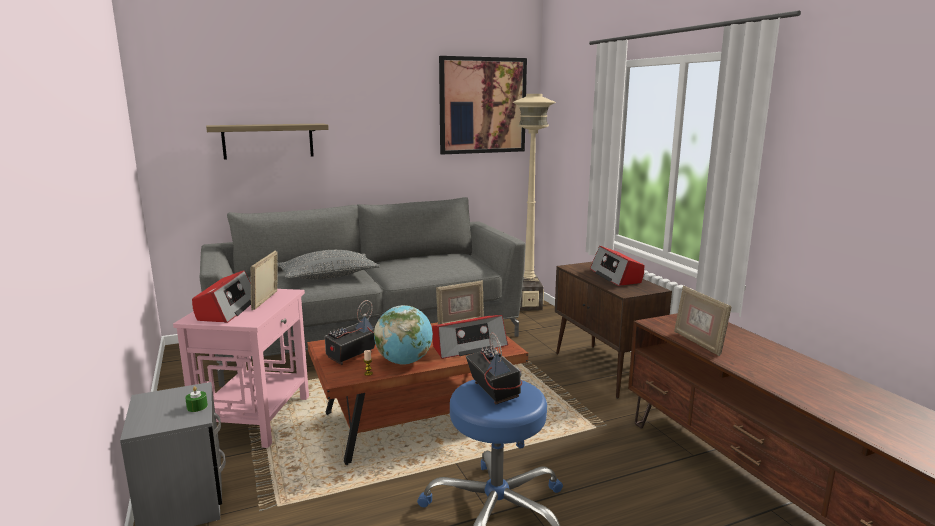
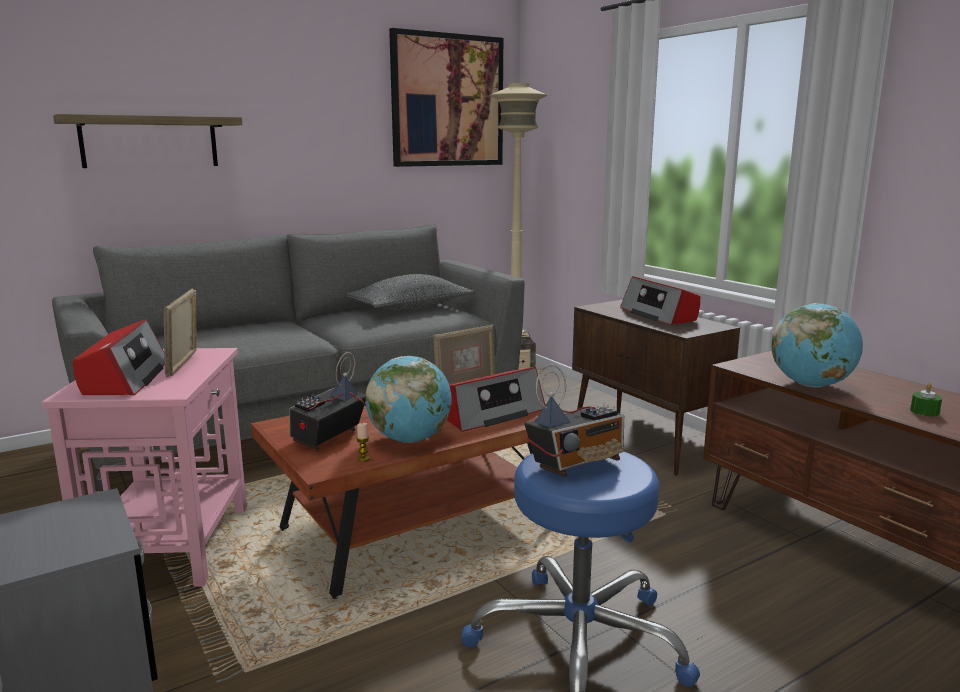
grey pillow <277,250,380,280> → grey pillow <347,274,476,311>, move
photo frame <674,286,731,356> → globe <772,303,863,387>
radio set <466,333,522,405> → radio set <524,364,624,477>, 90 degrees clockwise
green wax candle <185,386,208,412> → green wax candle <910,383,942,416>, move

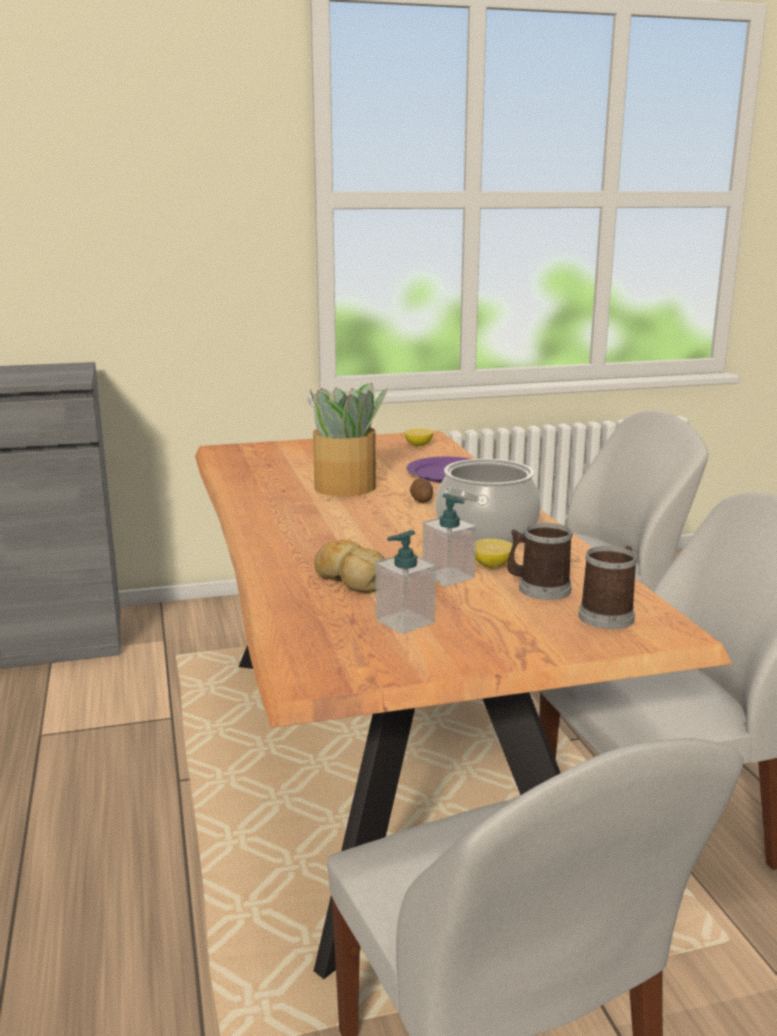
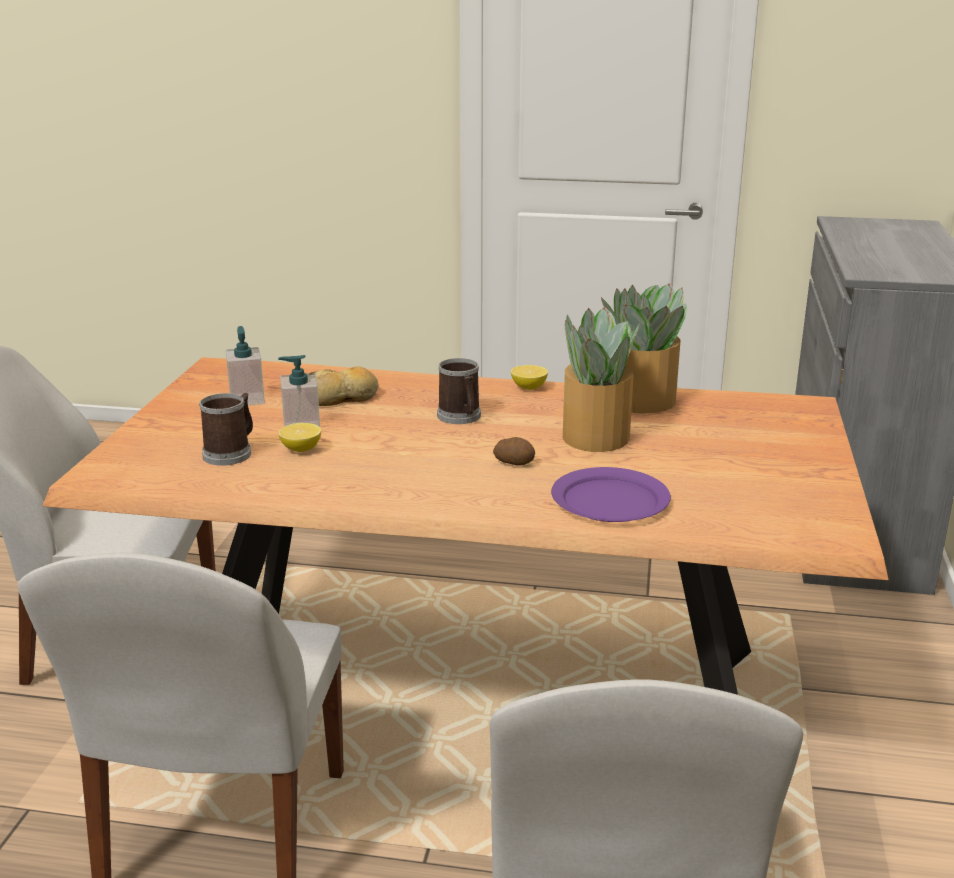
lemon <404,428,434,446> → lemon <511,365,548,390>, move
cooking pot <435,459,541,543> → -
mug <578,546,637,629> → mug <437,358,481,424>, move
- → potted plant <601,284,687,413>

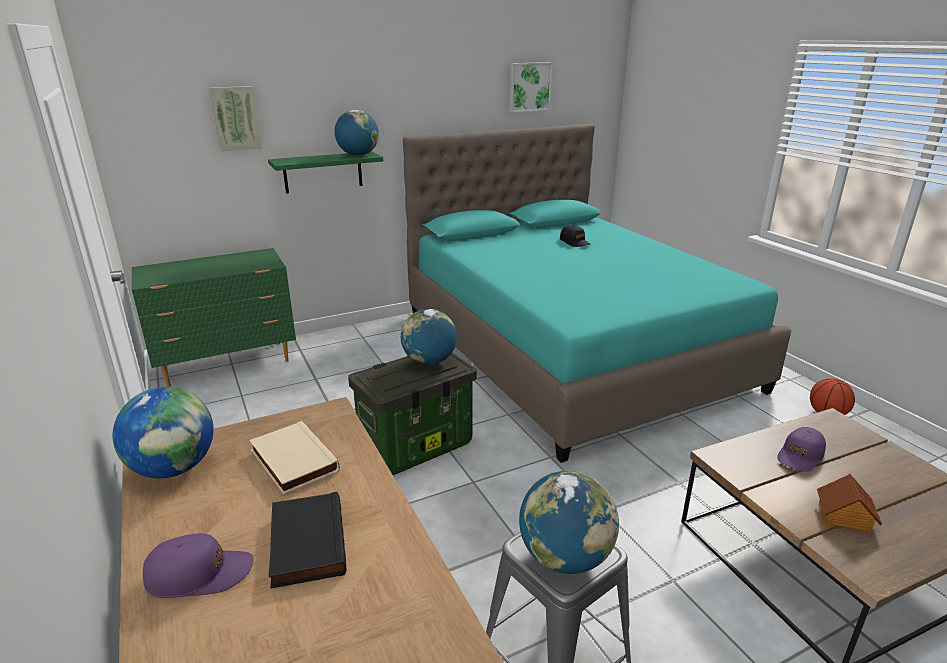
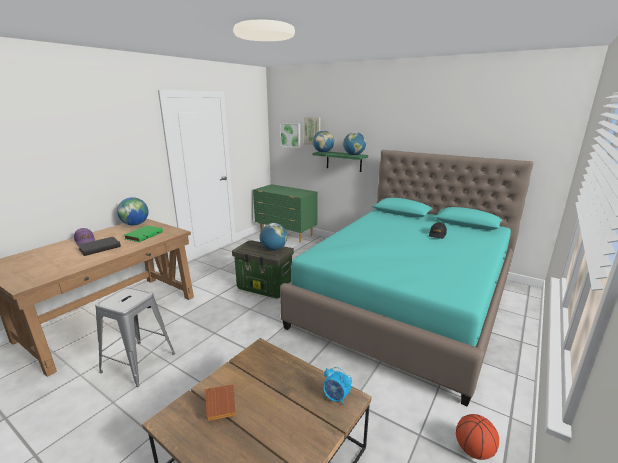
wall art <509,62,552,112> → wall art <280,123,300,148>, move
sand-coloured book <250,421,340,495> → green book <124,225,163,242>
purple-coloured baseball cap <777,427,826,472> → -
globe <519,471,619,574> → globe <313,130,334,153>, move
- → alarm clock <323,367,352,405>

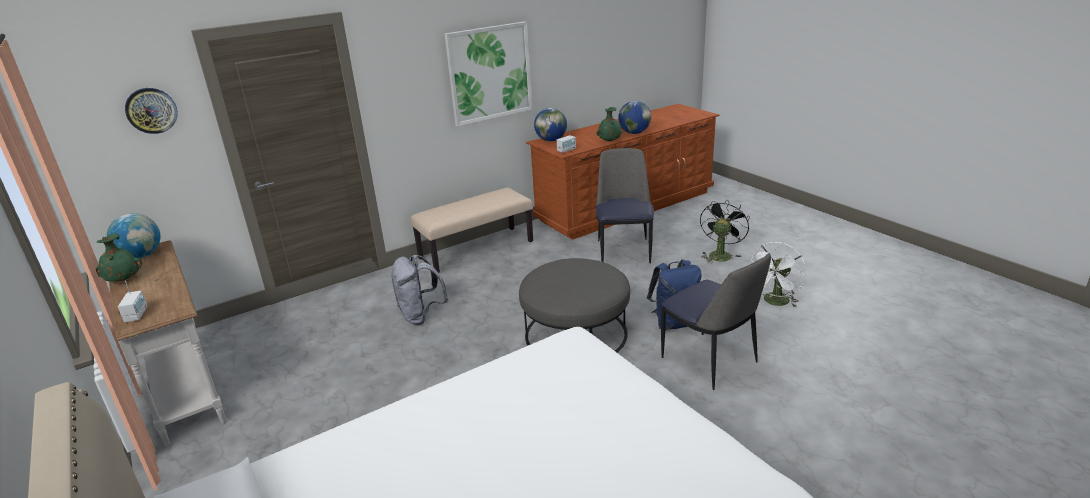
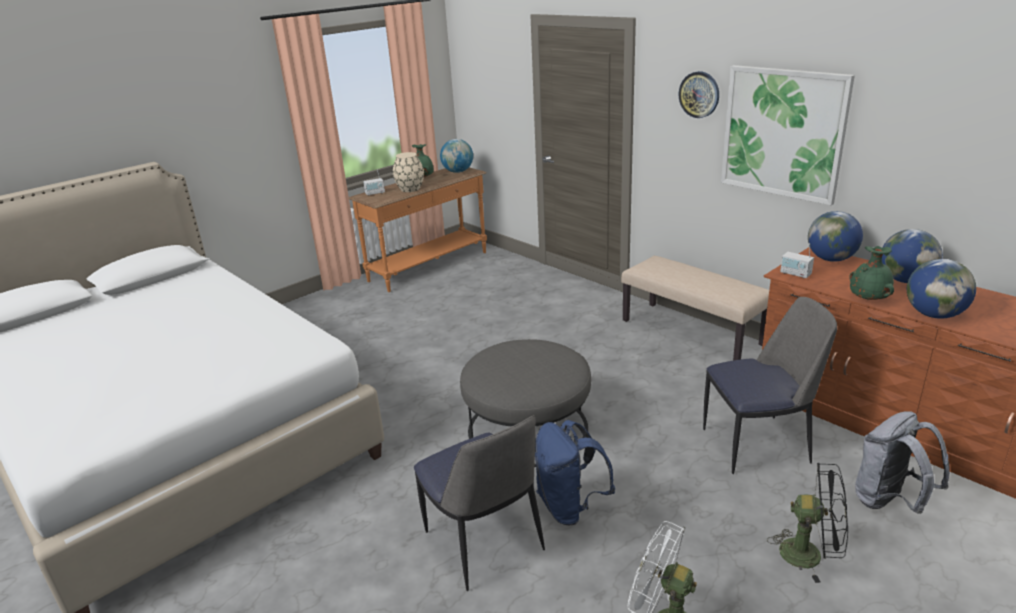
clock on the wall <125,88,178,134> → clock on the wall <679,71,719,118>, move
white-coloured console table <109,241,226,446> → orangey console table <349,167,487,292>
chair <661,253,771,390> → chair <414,415,545,591>, 75 degrees counterclockwise
grey rucksack <391,255,448,325> → grey rucksack <855,411,949,514>, move
- → sand-coloured flower vase <393,152,424,192>
- → globe <882,229,943,283>

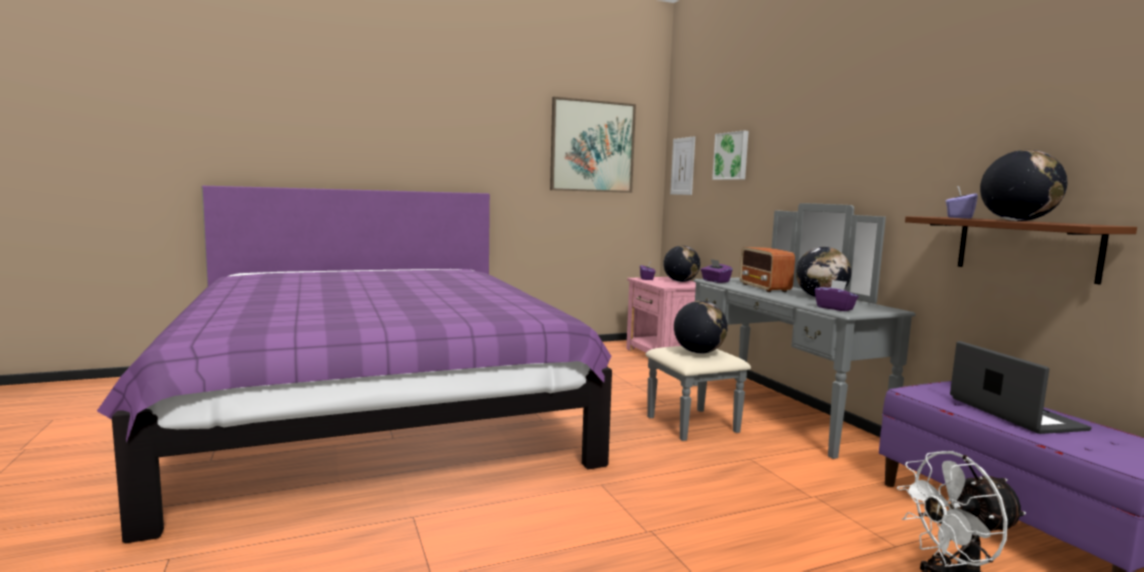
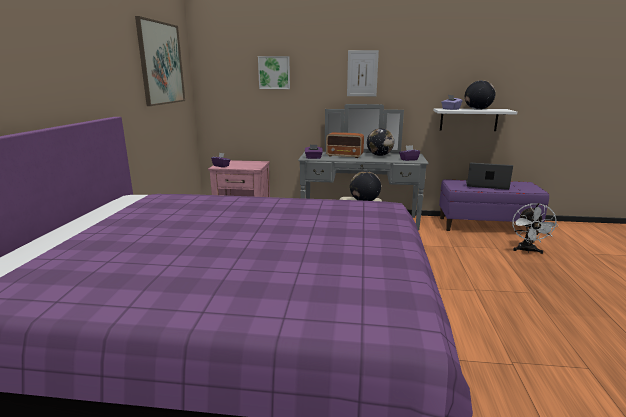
wall art <670,136,695,195> → wall art <347,50,379,96>, move
brownish shelf <905,216,1137,284> → white-coloured shelf <433,108,517,131>
globe <663,246,700,282> → -

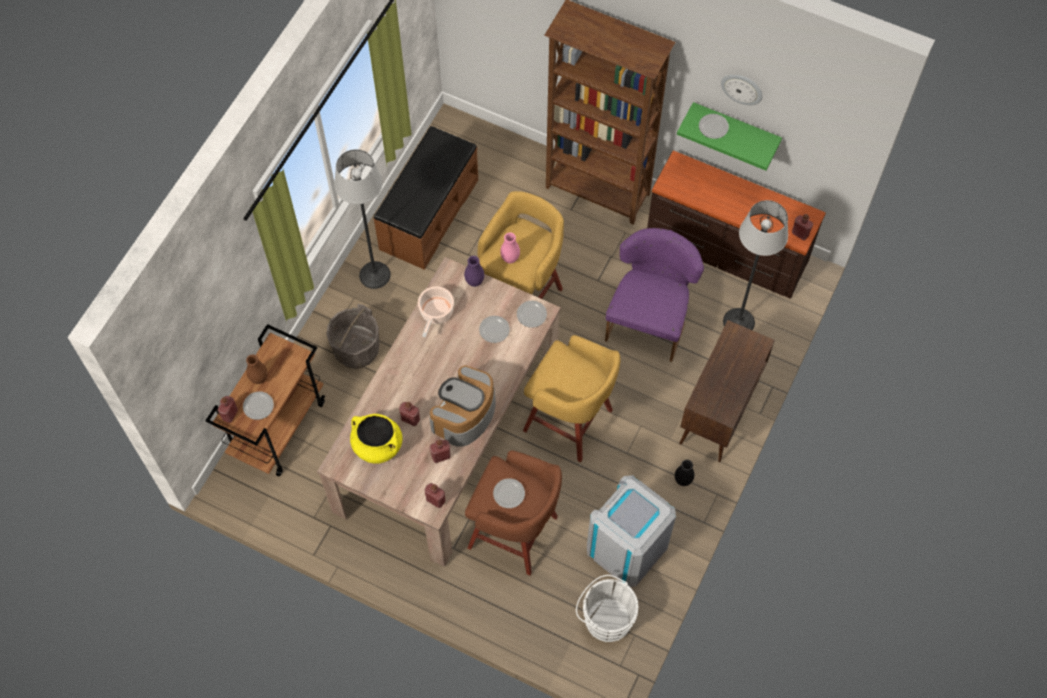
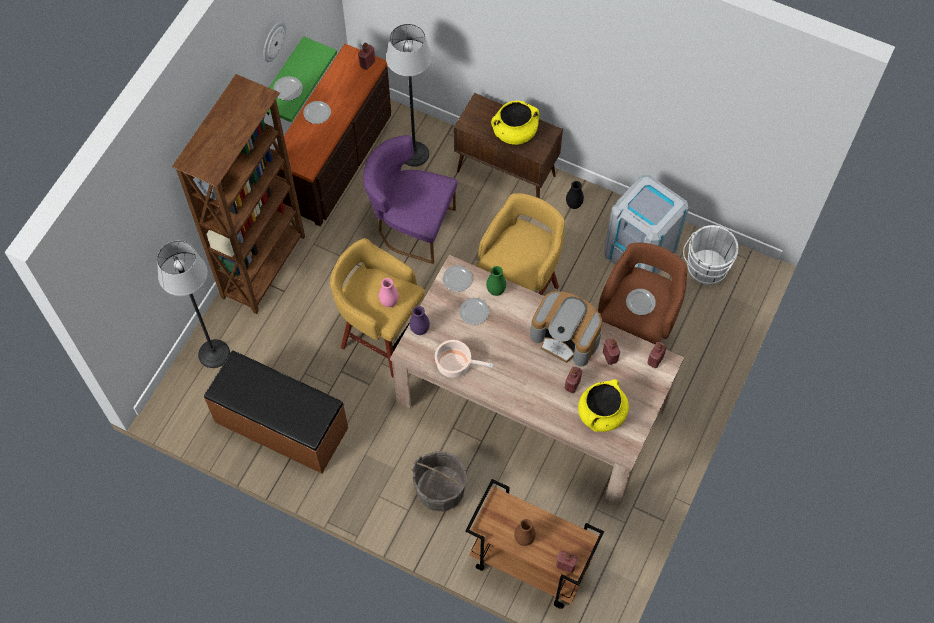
floor lamp <334,149,391,289> → floor lamp <157,241,230,368>, move
dinner plate <243,391,274,420> → dinner plate <303,101,331,124>, move
- → yellow cooking pot <491,101,539,145>
- → green flower vase <486,266,506,296>

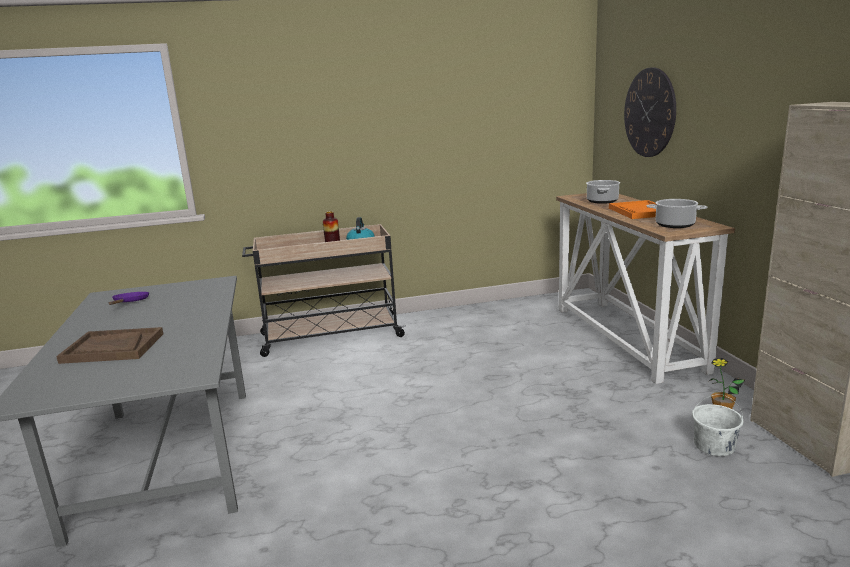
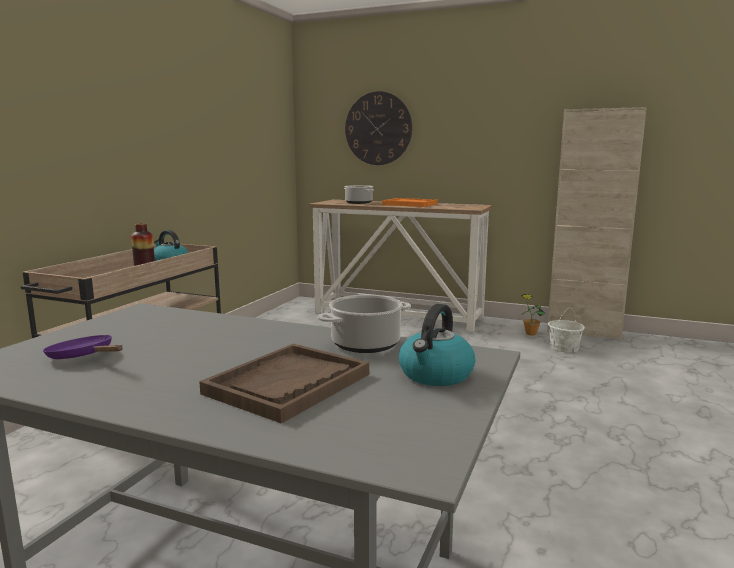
cooking pot <646,199,707,228> → cooking pot <317,295,411,353>, move
- → kettle <399,304,475,386>

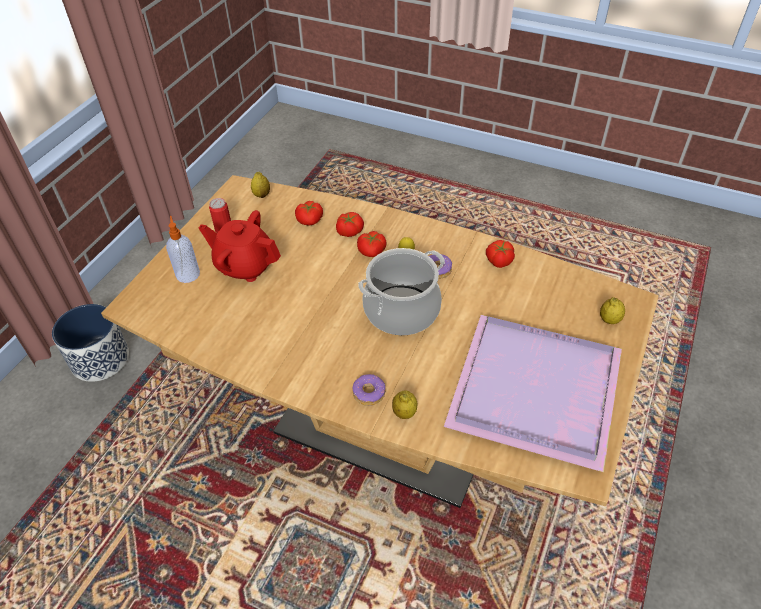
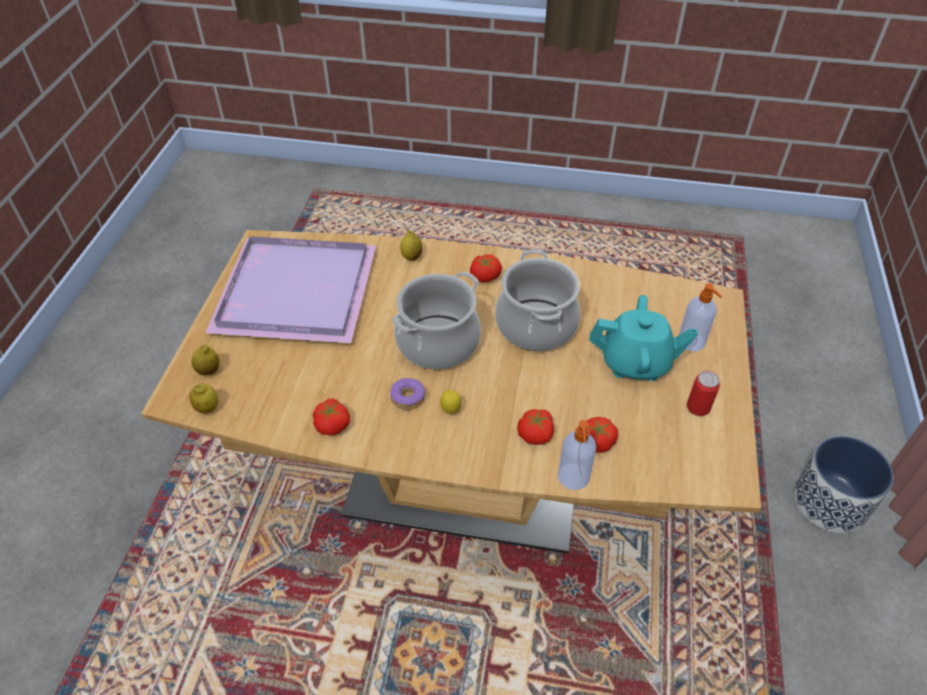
lemon <251,172,270,198> → lemon <189,383,218,414>, move
red-coloured tea pot <199,210,281,282> → turquoise-coloured tea pot <589,295,698,381>
whole tomato <357,231,387,257> → whole tomato <470,254,502,282>, move
donut <353,374,386,406> → -
- → cooking pot <495,249,581,351>
- → soap dispenser <558,420,596,490>

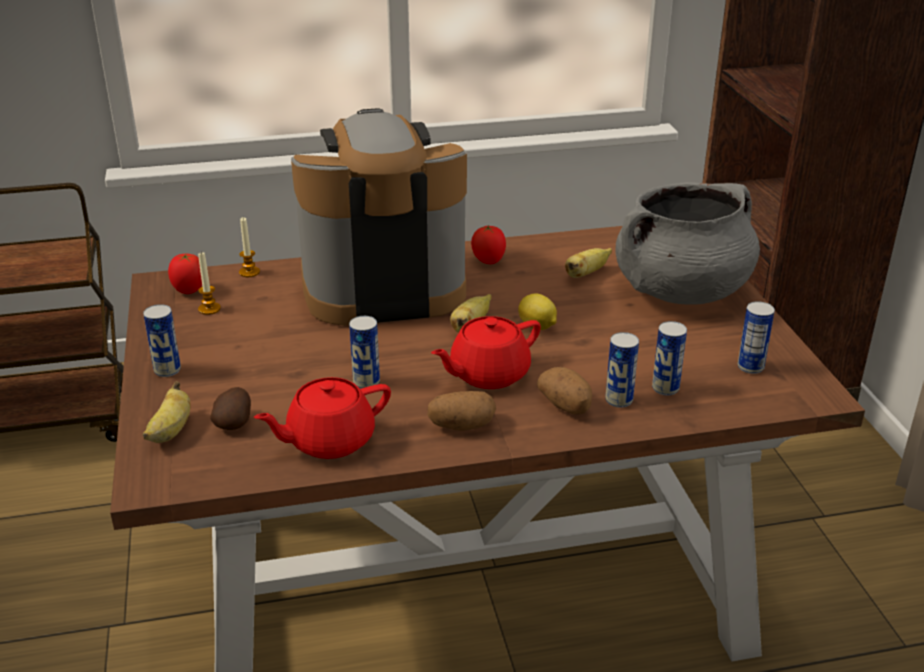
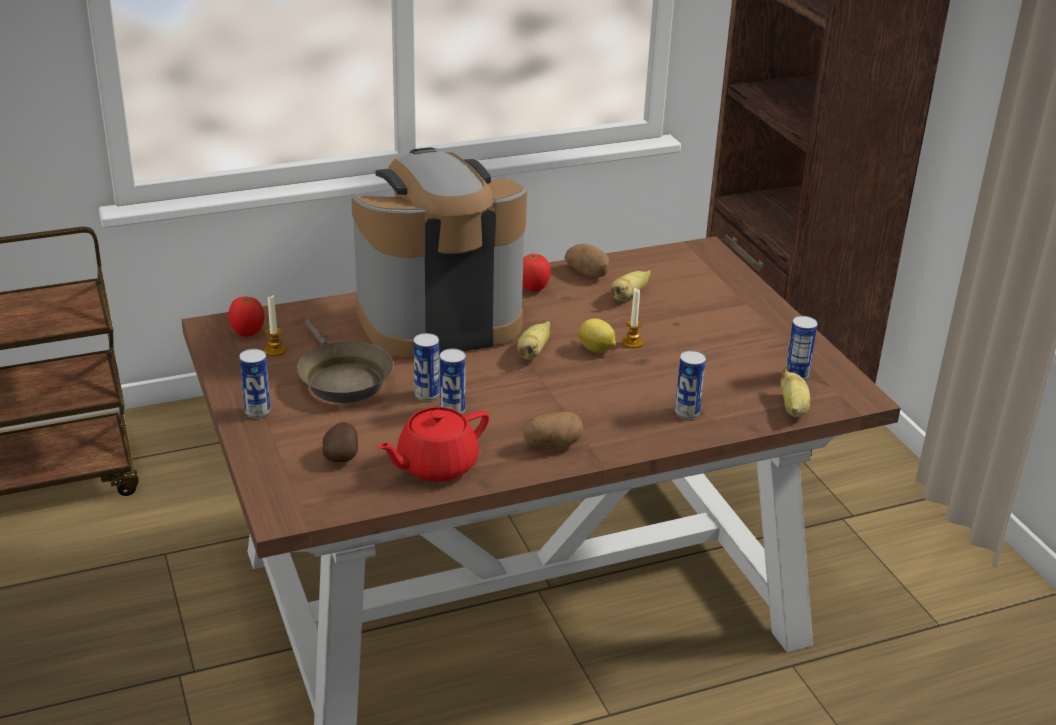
grey cooking pot <616,182,760,304> → -
wax candle <239,217,260,277> → wax candle <622,288,643,348>, move
red-coloured tea pot <431,316,541,389> → -
can <652,321,687,396> → can <414,333,439,401>, move
spud <537,367,592,414> → spud <565,244,609,278>, move
banana fruit <143,381,191,443> → banana fruit <781,366,810,417>, move
- → brownish frying pan <297,319,394,403>

